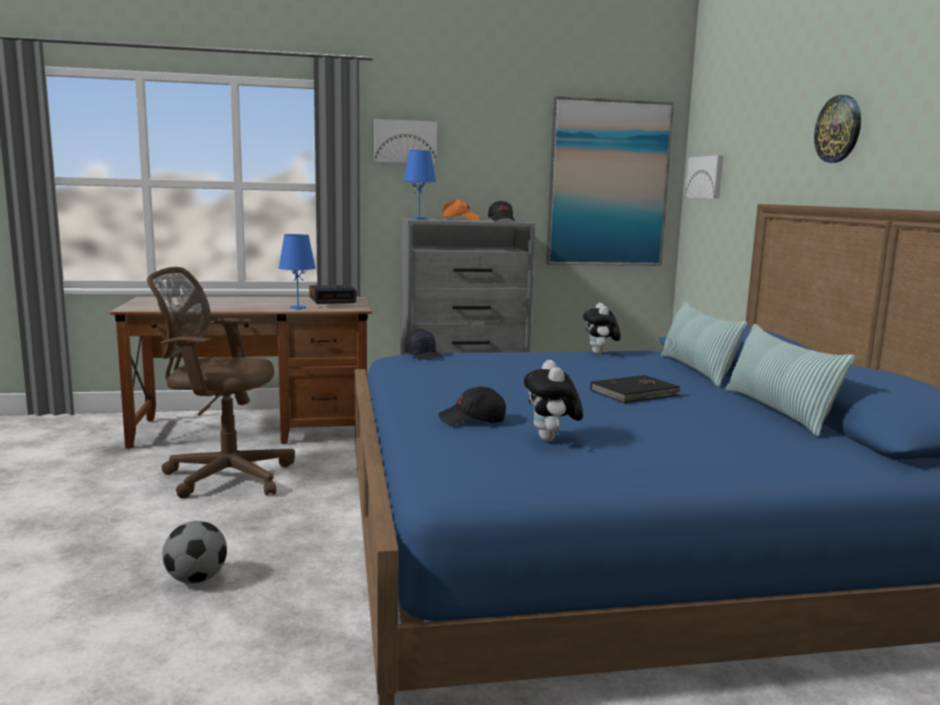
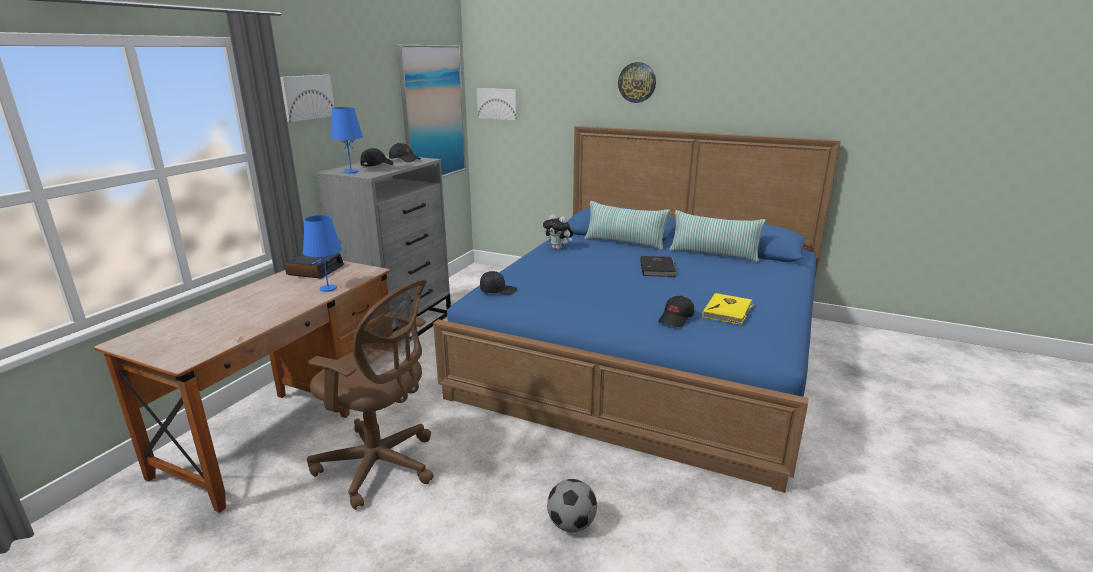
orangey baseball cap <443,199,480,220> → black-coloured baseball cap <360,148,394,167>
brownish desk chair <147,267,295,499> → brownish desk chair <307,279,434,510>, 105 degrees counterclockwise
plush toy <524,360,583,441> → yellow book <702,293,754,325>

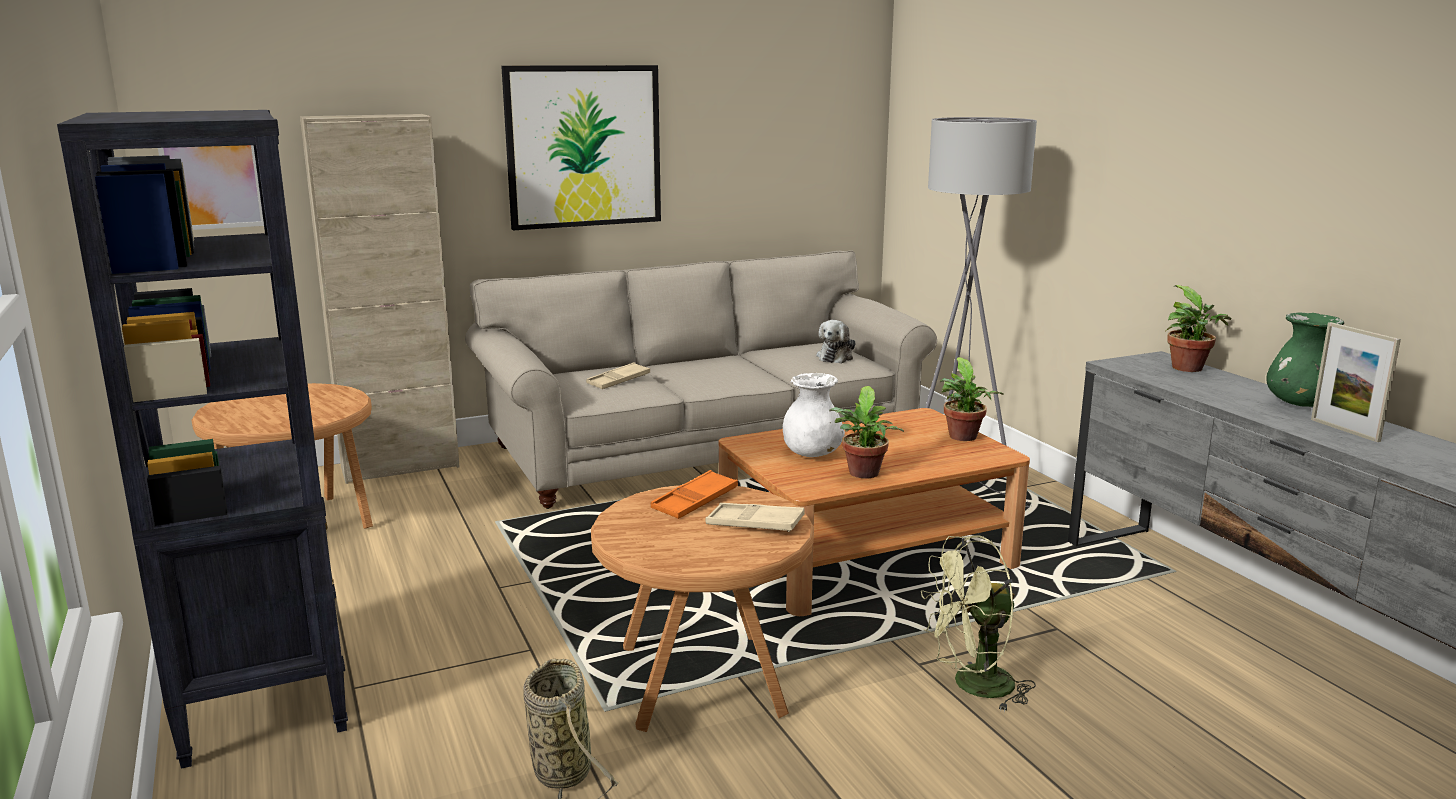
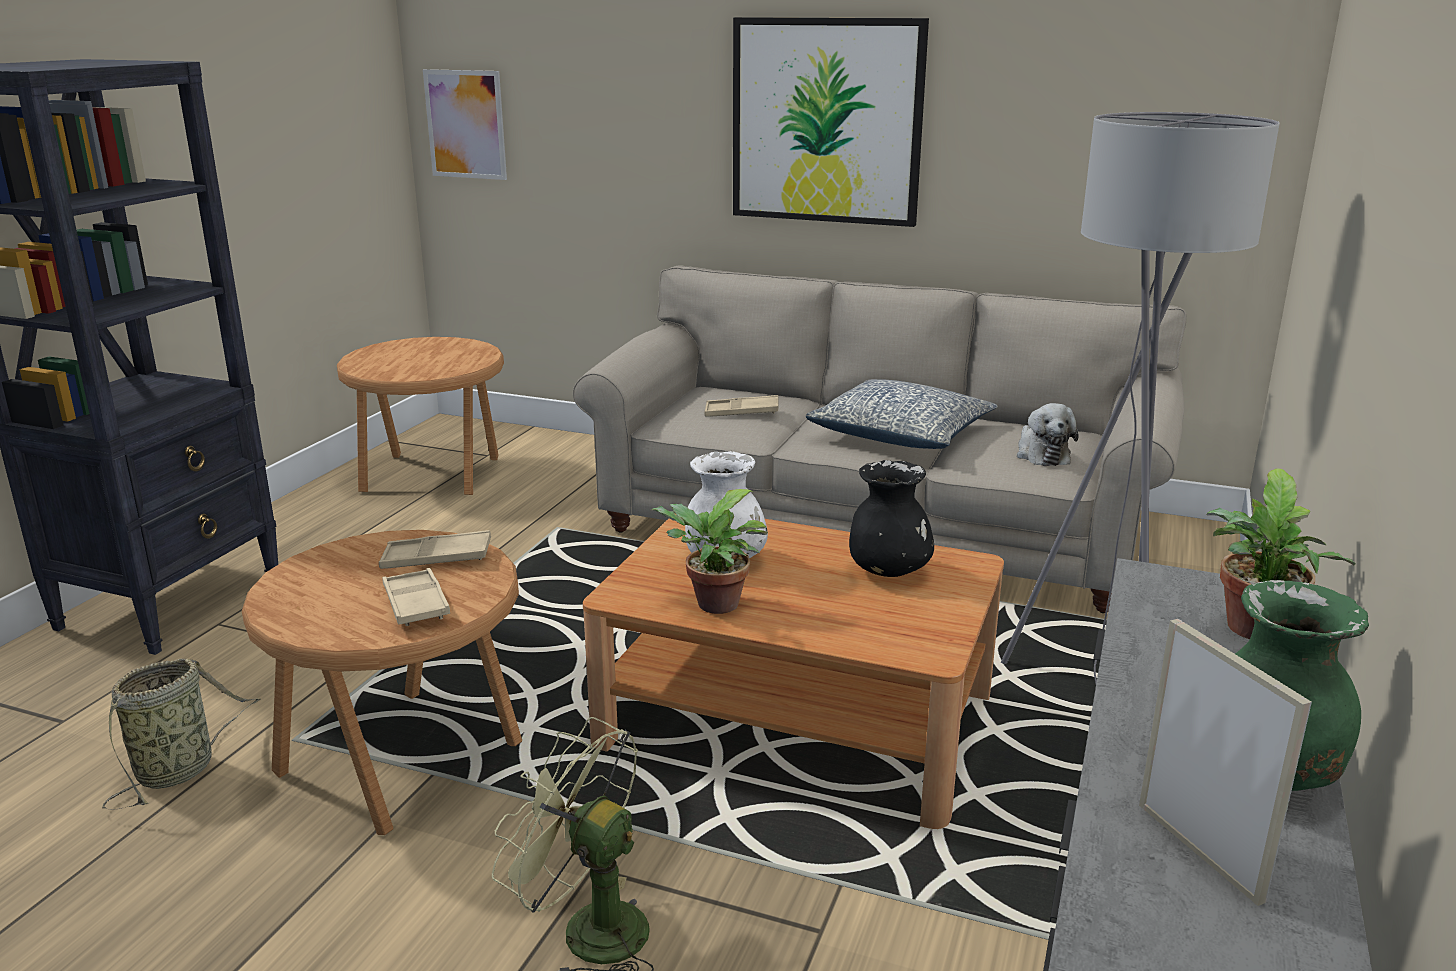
sand-coloured storage cabinet <300,114,460,484> → -
plush toy <817,320,856,364> → plush toy <1017,403,1079,466>, 75 degrees counterclockwise
photo frame <1311,322,1401,442> → photo frame <1139,619,1312,906>, 135 degrees clockwise
potted plant <940,357,1004,441> → -
orangey serving tray <651,470,738,519> → sand-coloured serving tray <379,530,491,569>
- → pillow <805,379,998,449>
- → black-coloured flower vase <849,460,934,577>

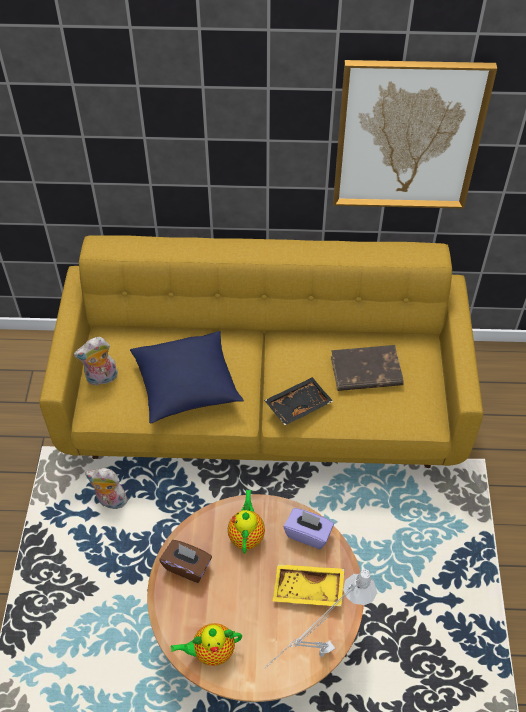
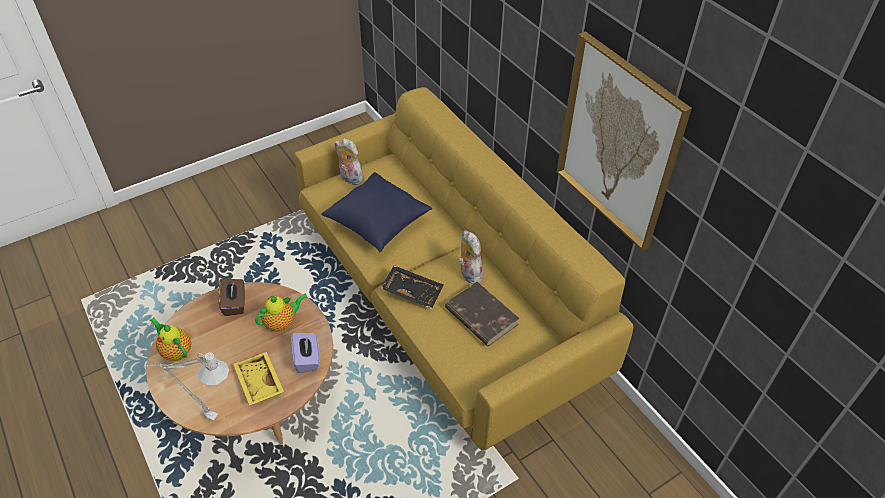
plush toy <85,468,130,509> → plush toy <458,230,484,284>, move

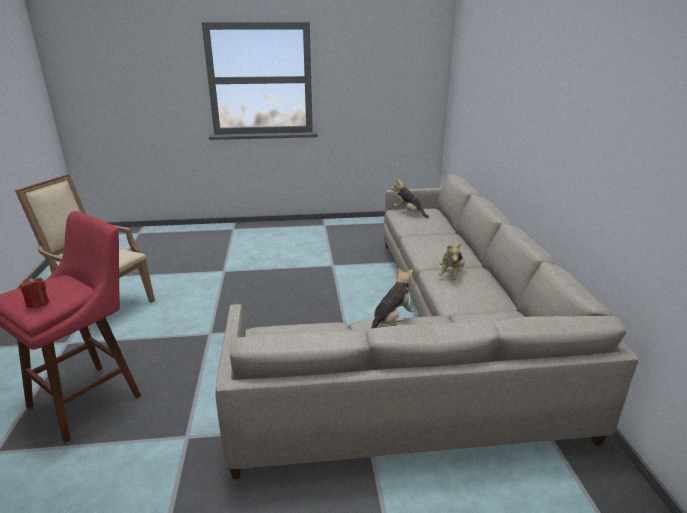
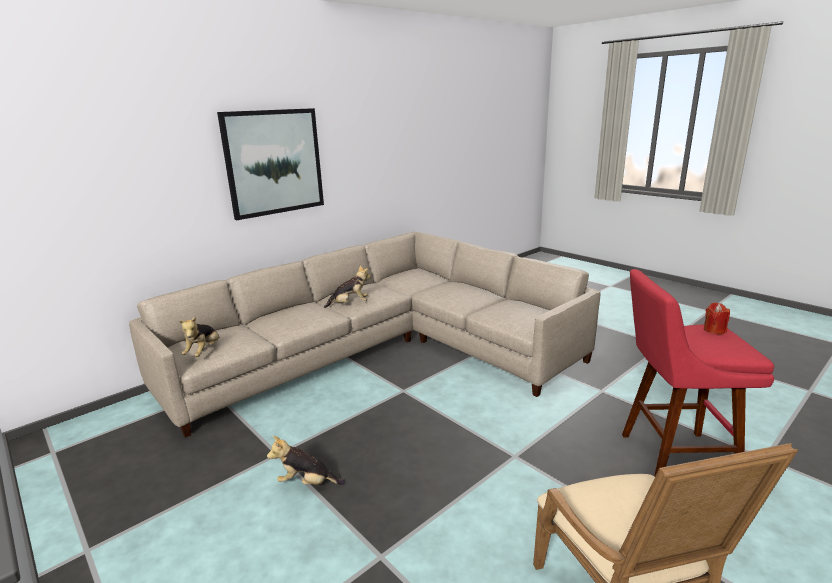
plush toy <371,267,415,328> → plush toy <267,436,345,485>, move
- → wall art <217,108,324,220>

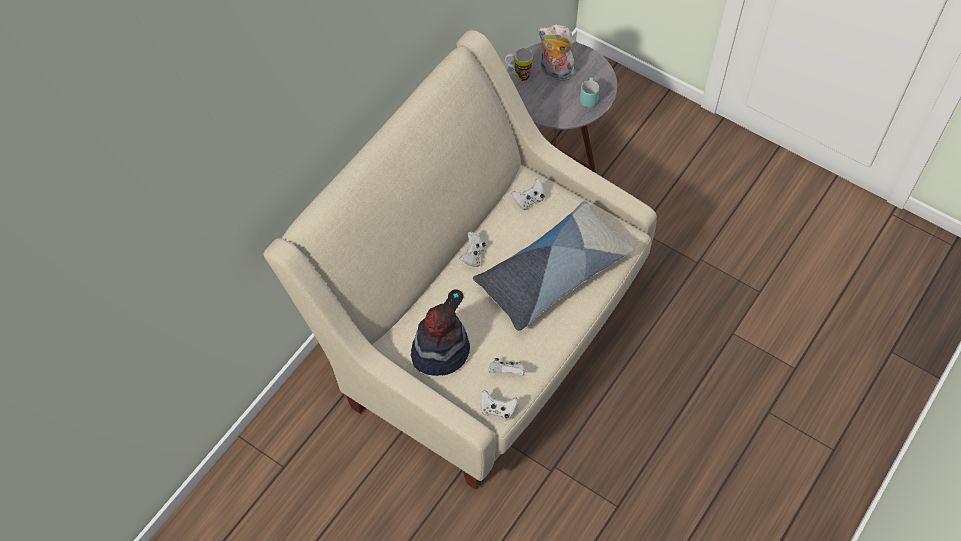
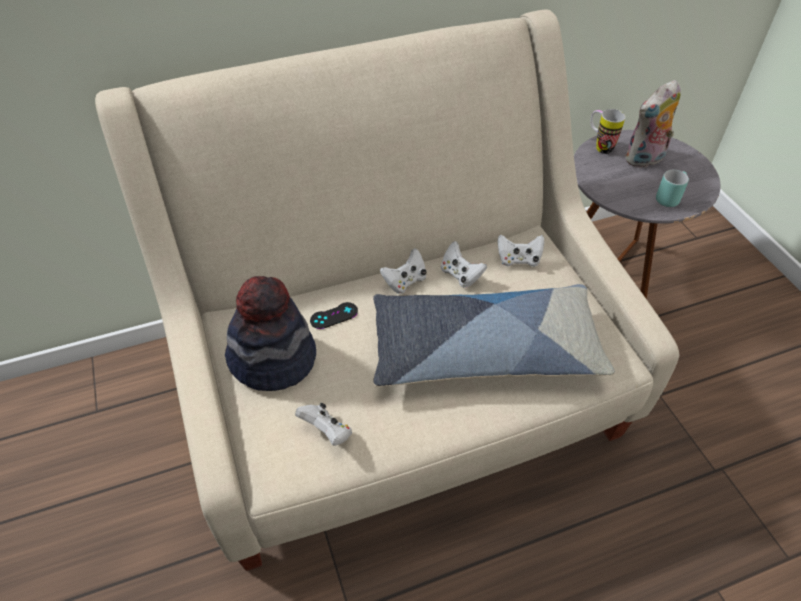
plush toy <537,24,574,81> → plush toy <625,80,681,168>, 90 degrees counterclockwise
white-coloured joypad <481,390,518,420> → white-coloured joypad <441,241,487,288>, move

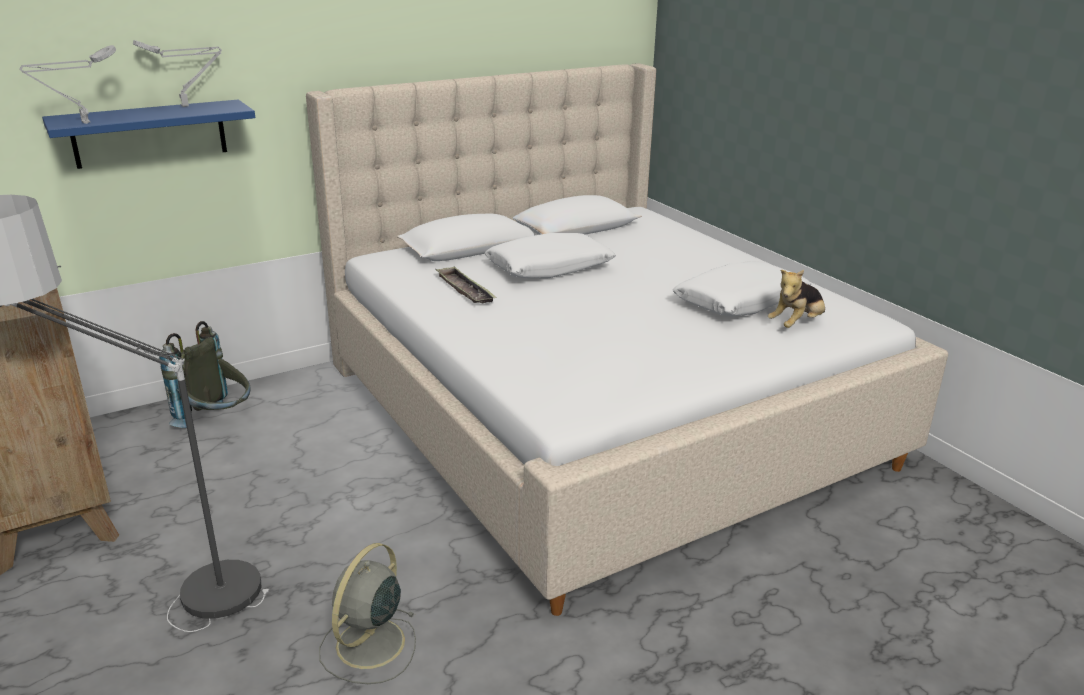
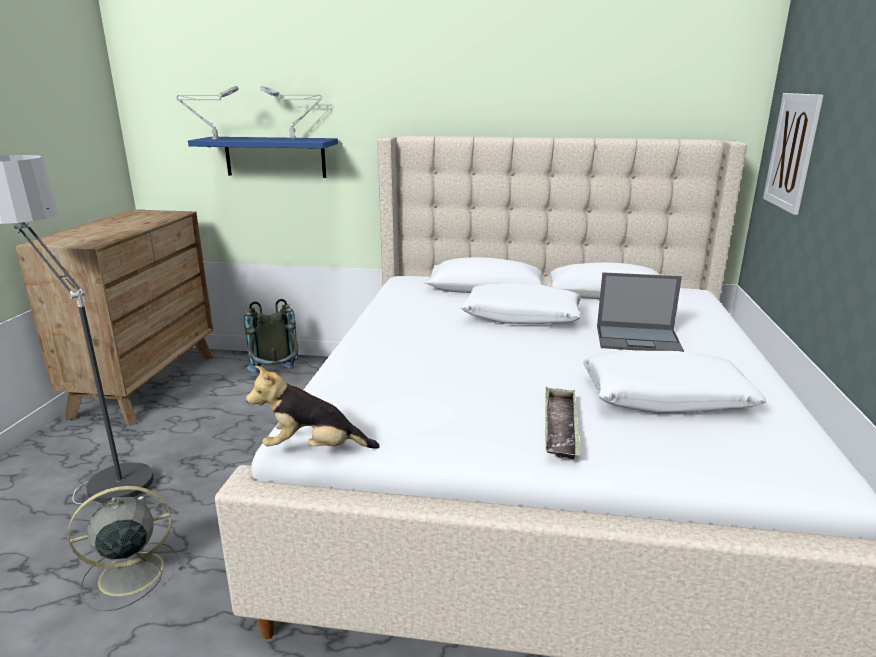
serving tray <435,266,497,303> → serving tray <545,387,581,459>, move
plush toy <768,270,825,328> → plush toy <246,365,380,449>, move
- → wall art <763,93,823,215>
- → notebook computer <597,272,684,352>

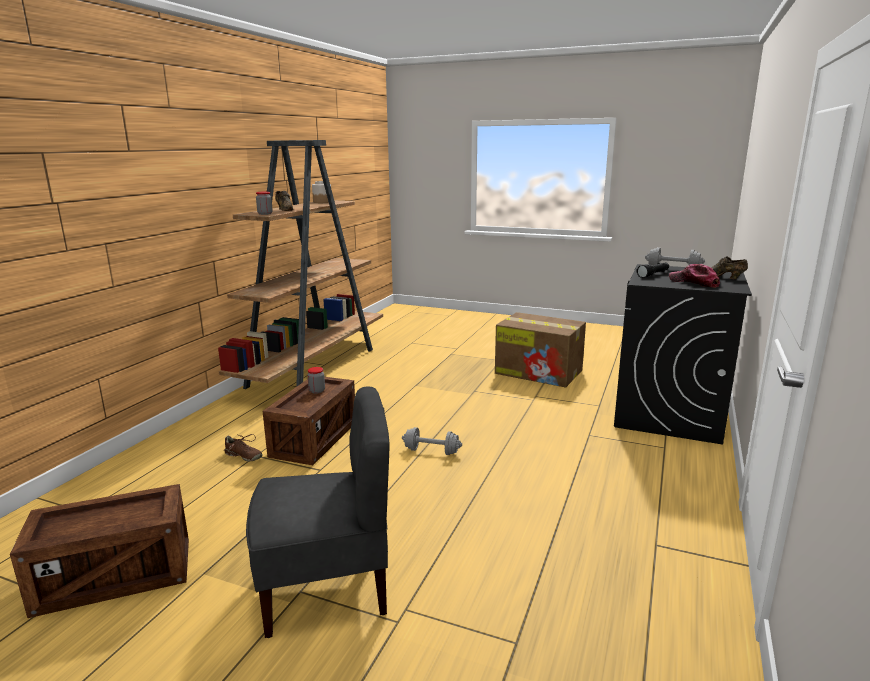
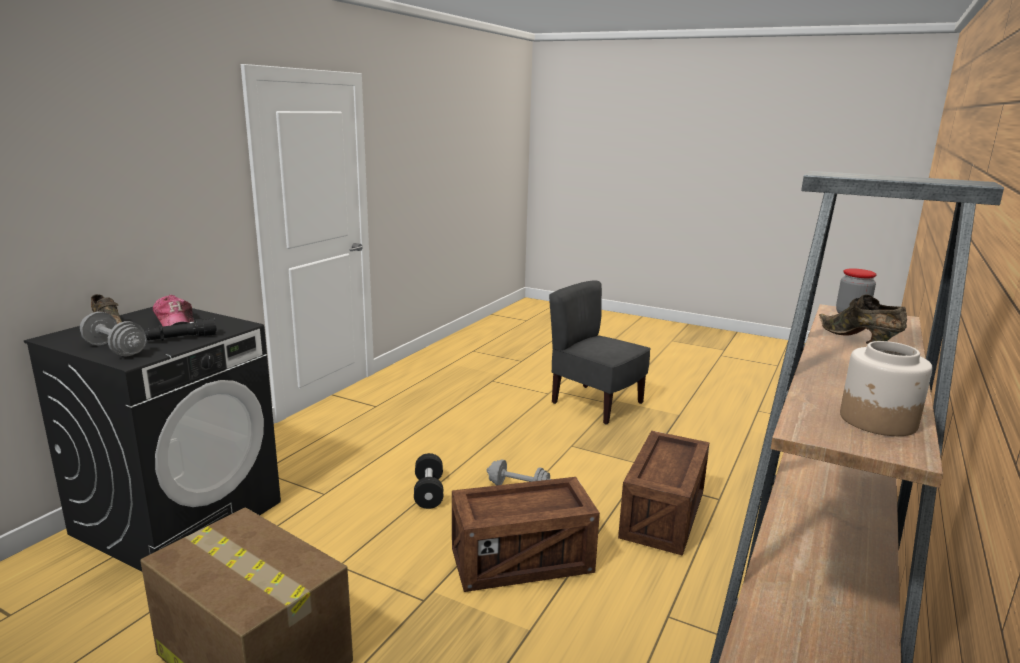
storage jar <308,367,325,394> → -
grey chair <246,387,390,638> → grey chair <549,281,651,425>, 45 degrees clockwise
brownish low shoe <224,434,263,461> → -
shipping crate <10,484,189,618> → shipping crate <452,477,600,592>, move
- → black-coloured hand weight <414,453,443,509>

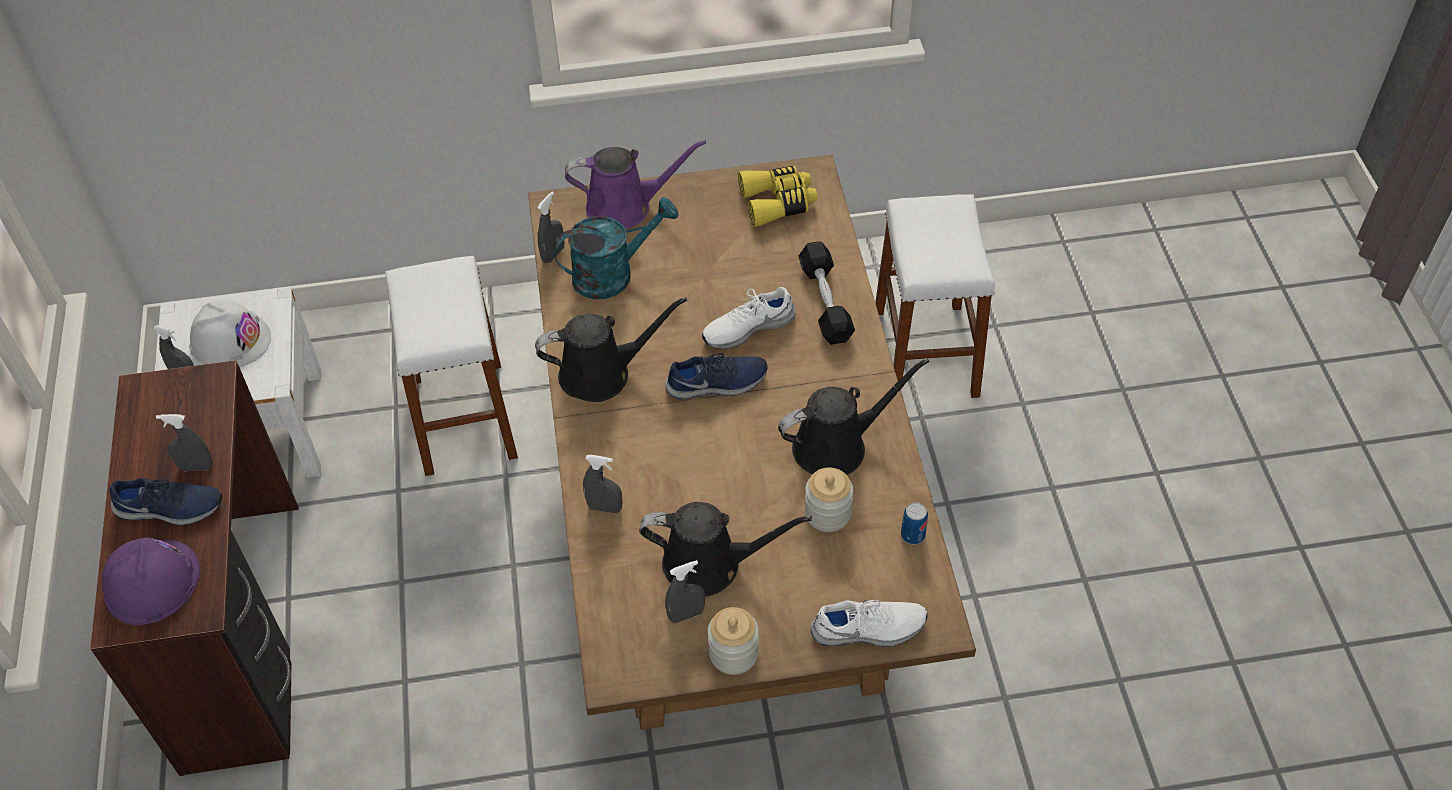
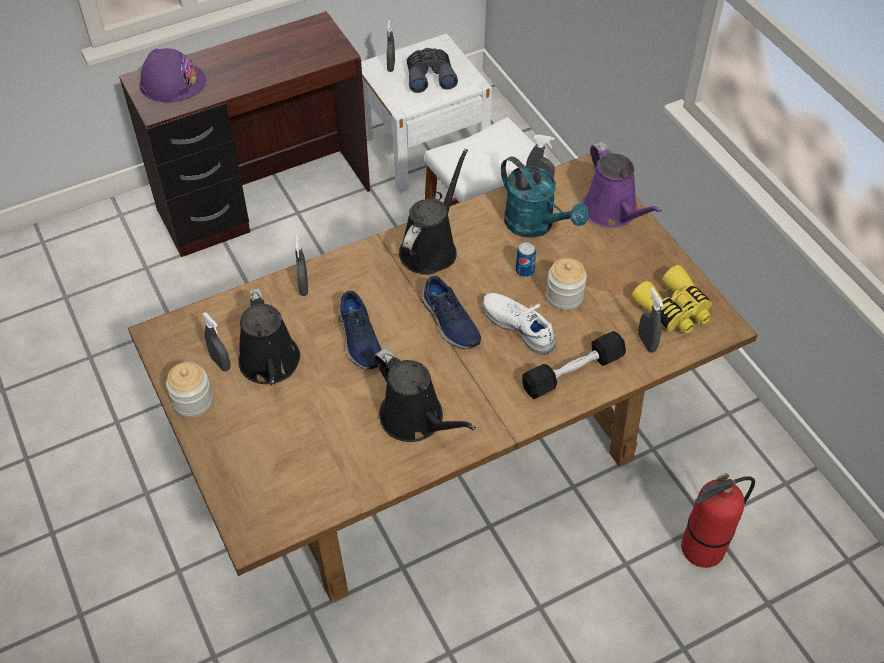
white-coloured sitting stool <875,194,995,398> → fire-fighting cylinder <681,473,755,568>
black-coloured watering pot <535,297,687,402> → black-coloured watering pot <399,149,468,274>, 120 degrees counterclockwise
white-coloured safety helmet <189,301,271,367> → grey binoculars <407,48,458,93>
grey hand sprayer <156,414,213,471> → grey hand sprayer <638,288,664,352>, move
storage jar <805,467,853,532> → storage jar <546,258,587,311>, move
bluish low shoe <110,478,222,525> → bluish low shoe <339,291,382,370>, move
can <901,502,928,545> → can <516,242,536,277>, move
white-coloured low shoe <811,600,928,647> → -

